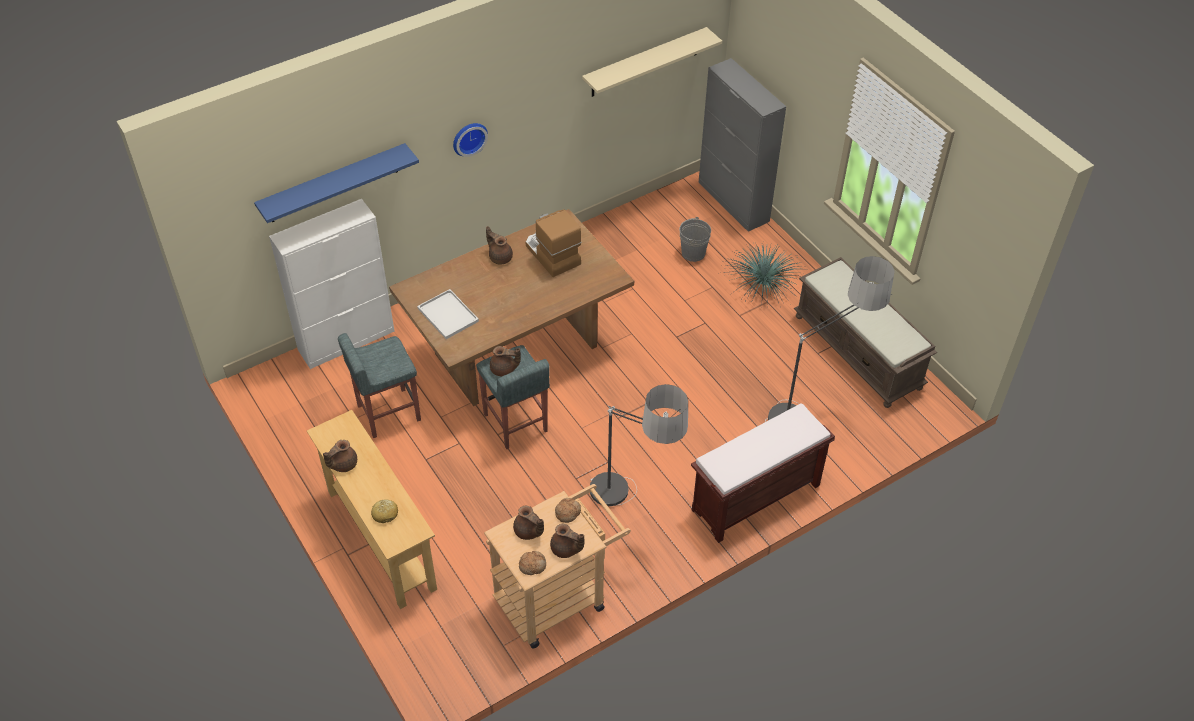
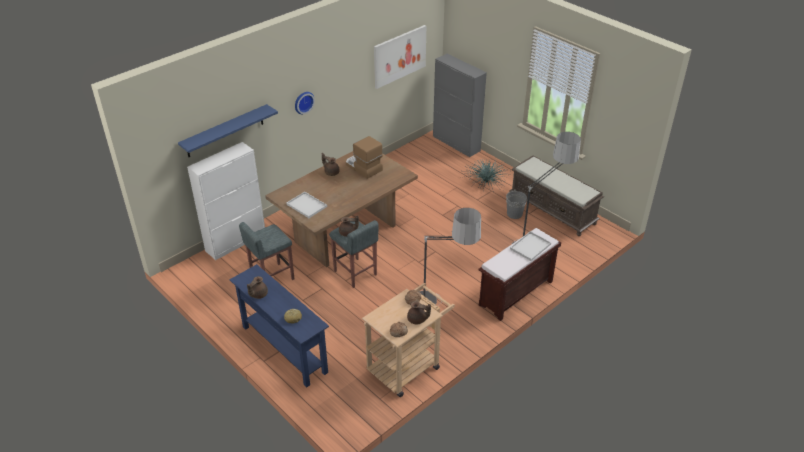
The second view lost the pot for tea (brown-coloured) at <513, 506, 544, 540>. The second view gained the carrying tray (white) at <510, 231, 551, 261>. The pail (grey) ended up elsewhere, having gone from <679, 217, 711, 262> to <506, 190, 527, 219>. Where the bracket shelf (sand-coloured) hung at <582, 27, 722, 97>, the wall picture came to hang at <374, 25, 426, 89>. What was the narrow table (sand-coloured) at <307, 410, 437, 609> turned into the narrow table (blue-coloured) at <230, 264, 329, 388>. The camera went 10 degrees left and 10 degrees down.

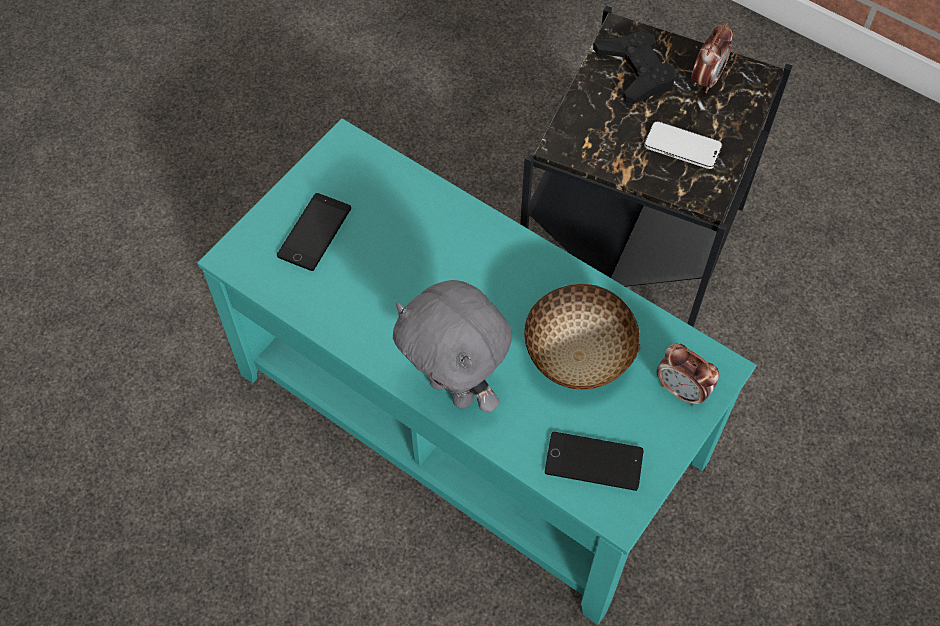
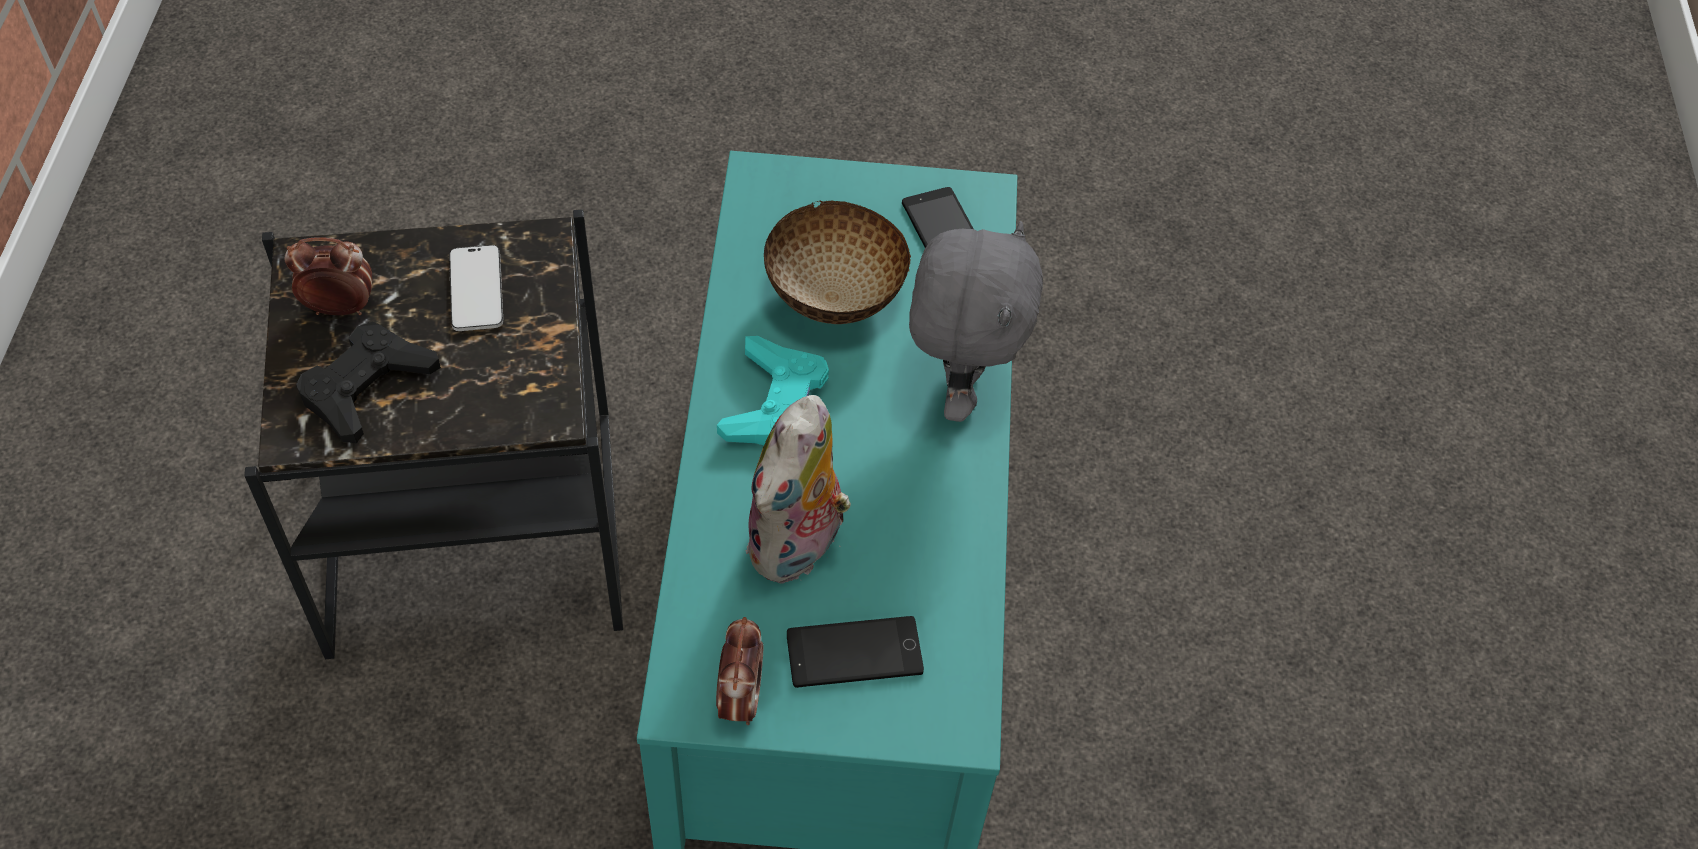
The second view gained the game controller (blue-green) at <717, 336, 829, 445>. The second view gained the cuddly toy at <745, 395, 858, 583>. The bedside clock ended up elsewhere, having gone from <657, 343, 719, 406> to <716, 617, 763, 725>. The camera went 125 degrees left and 5 degrees down.

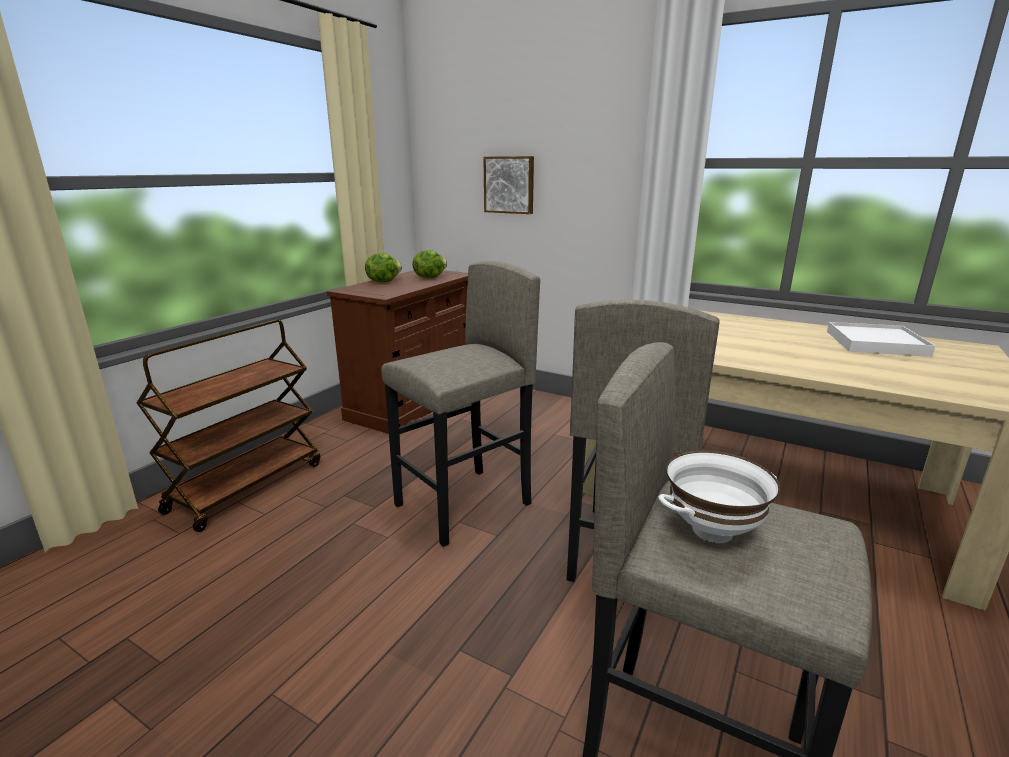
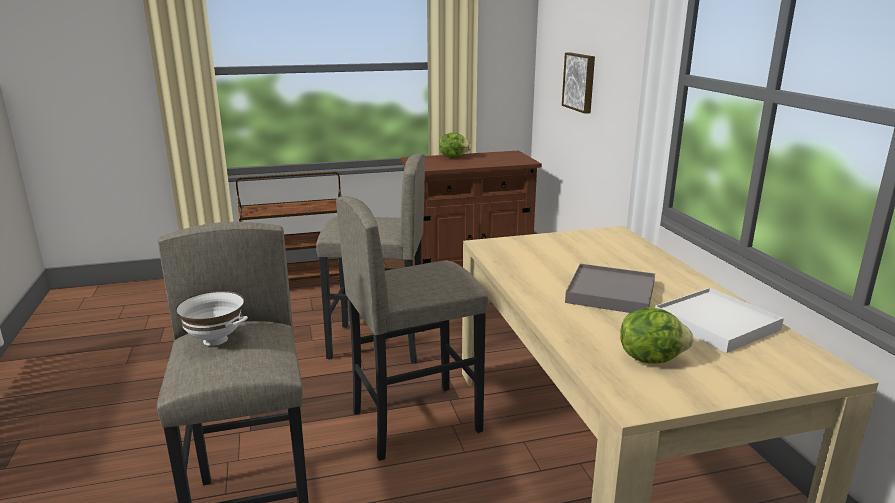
The second view gained the carrying tray (grey) at <565, 264, 655, 313>. The head of lettuce ended up elsewhere, having gone from <412, 250, 447, 278> to <620, 307, 694, 364>. The camera went 45 degrees right and 0 degrees up.

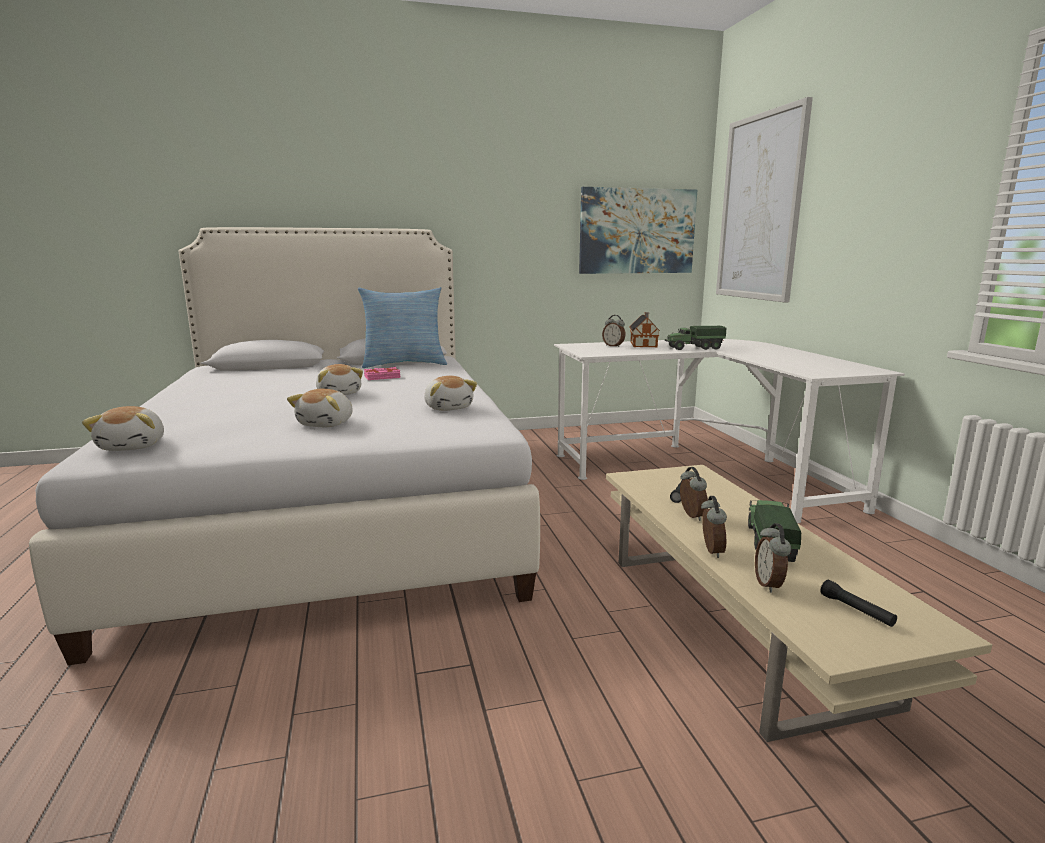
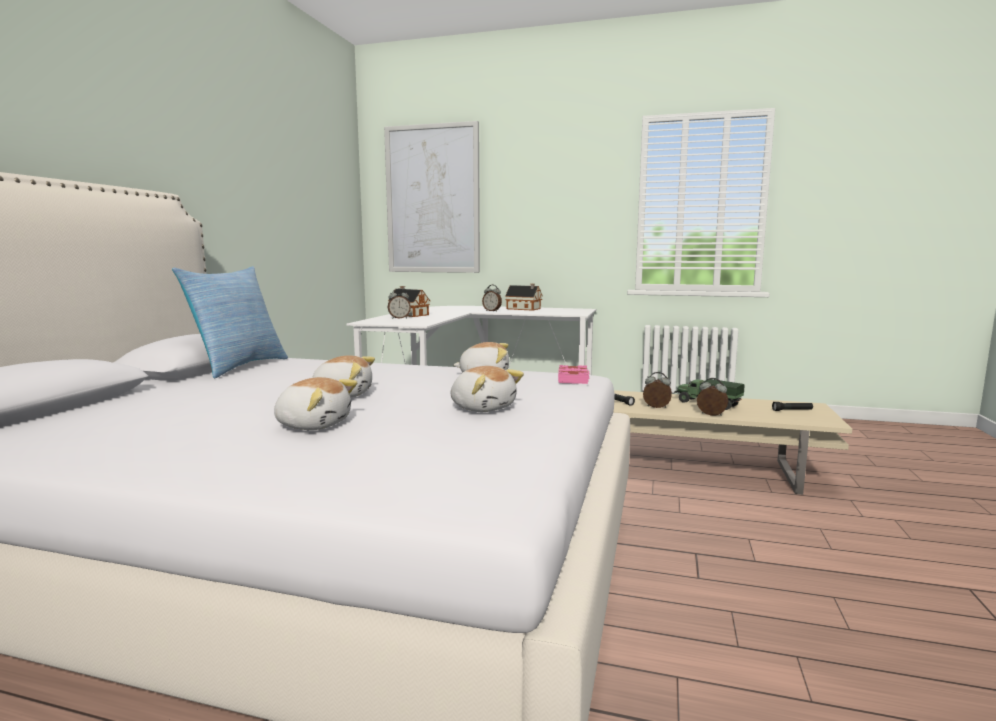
The second view lost the wall picture at <579, 187, 697, 274>. The second view lost the toy truck at <665, 326, 726, 350>. The second view gained the model house at <505, 284, 543, 311>. The cuddly toy ended up elsewhere, having gone from <82, 406, 164, 451> to <274, 377, 357, 430>. The book (pink) ended up elsewhere, having gone from <364, 367, 401, 380> to <558, 365, 590, 384>. The bedside clock ended up elsewhere, having gone from <755, 523, 791, 593> to <482, 285, 502, 312>. The camera went 60 degrees left and 5 degrees down.

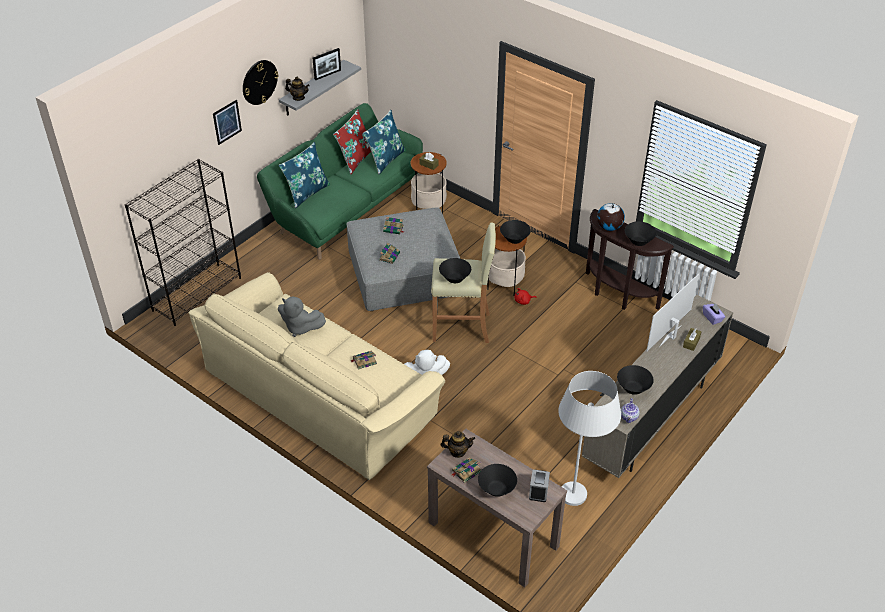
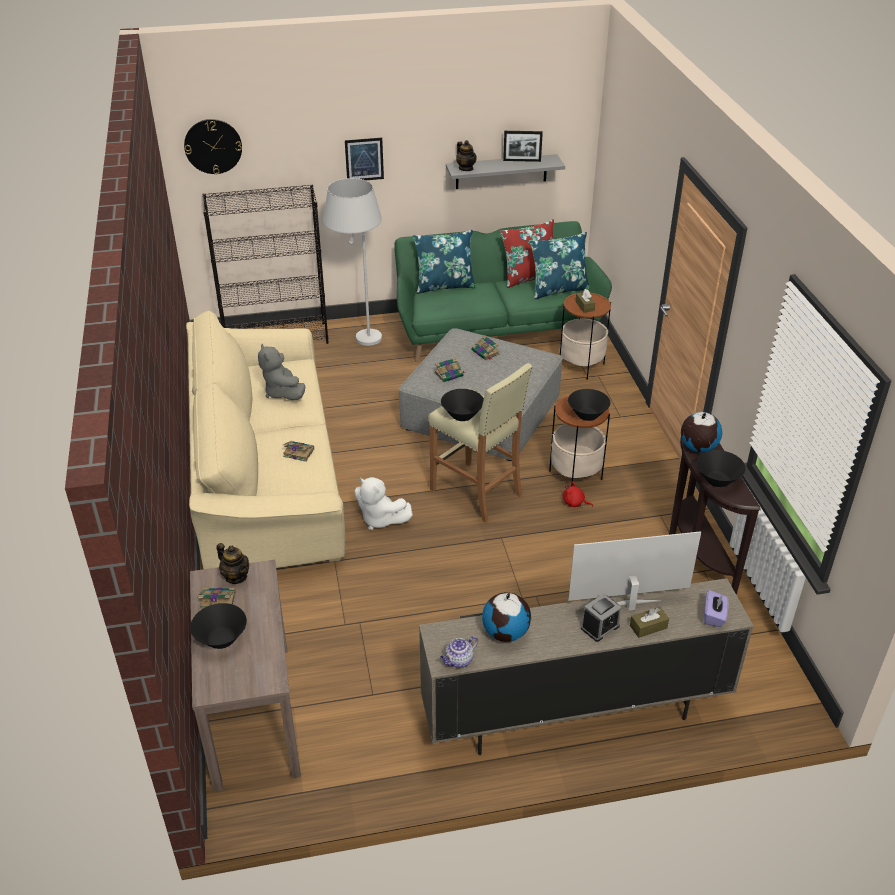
The wall clock ended up elsewhere, having gone from <243, 60, 279, 105> to <184, 119, 242, 174>. The bedside clock ended up elsewhere, having gone from <529, 469, 550, 502> to <581, 594, 621, 642>. The standard lamp (white) ended up elsewhere, having gone from <559, 371, 621, 506> to <323, 178, 382, 346>. Where the serving bowl (blackish) stood at <617, 365, 654, 395>, the desk globe came to stand at <482, 592, 531, 642>. The camera went 40 degrees right and 5 degrees down.

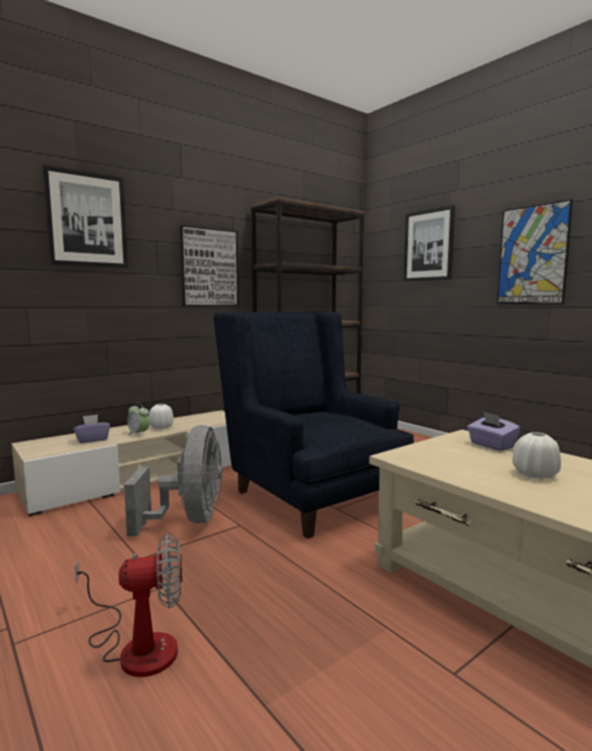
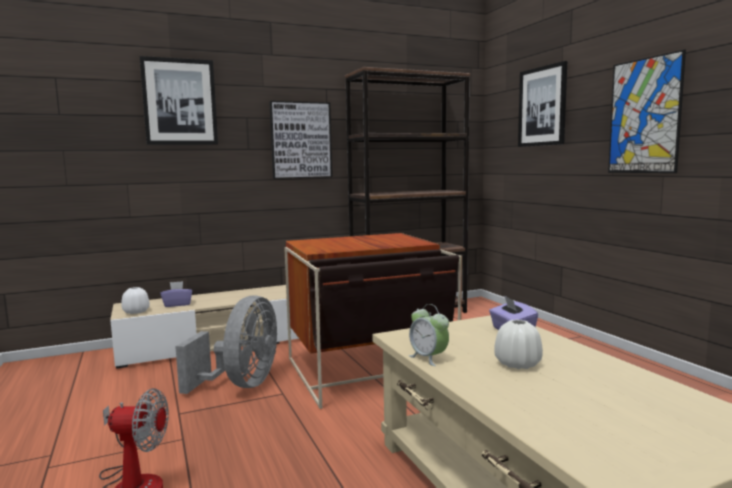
The bedside clock ended up elsewhere, having gone from <127, 403, 150, 438> to <409, 304, 449, 366>. The flower vase (white) ended up elsewhere, having gone from <149, 404, 174, 429> to <121, 287, 150, 314>. Where the lounge chair (blue-coloured) stood at <214, 311, 414, 538>, the end table came to stand at <284, 233, 462, 409>. The camera went 15 degrees right and 0 degrees up.

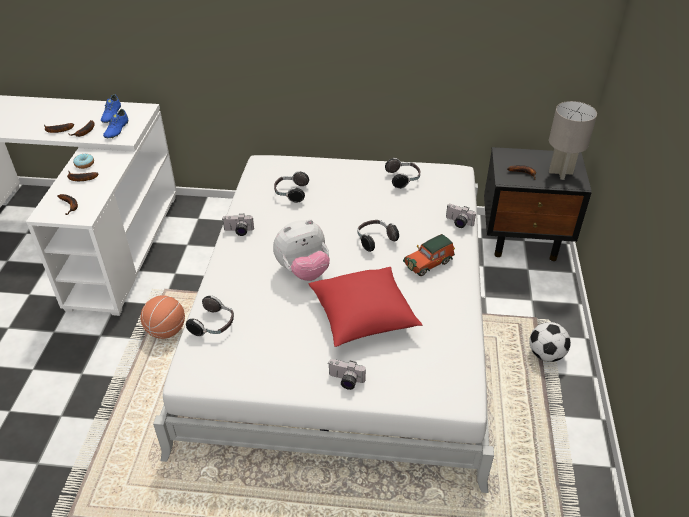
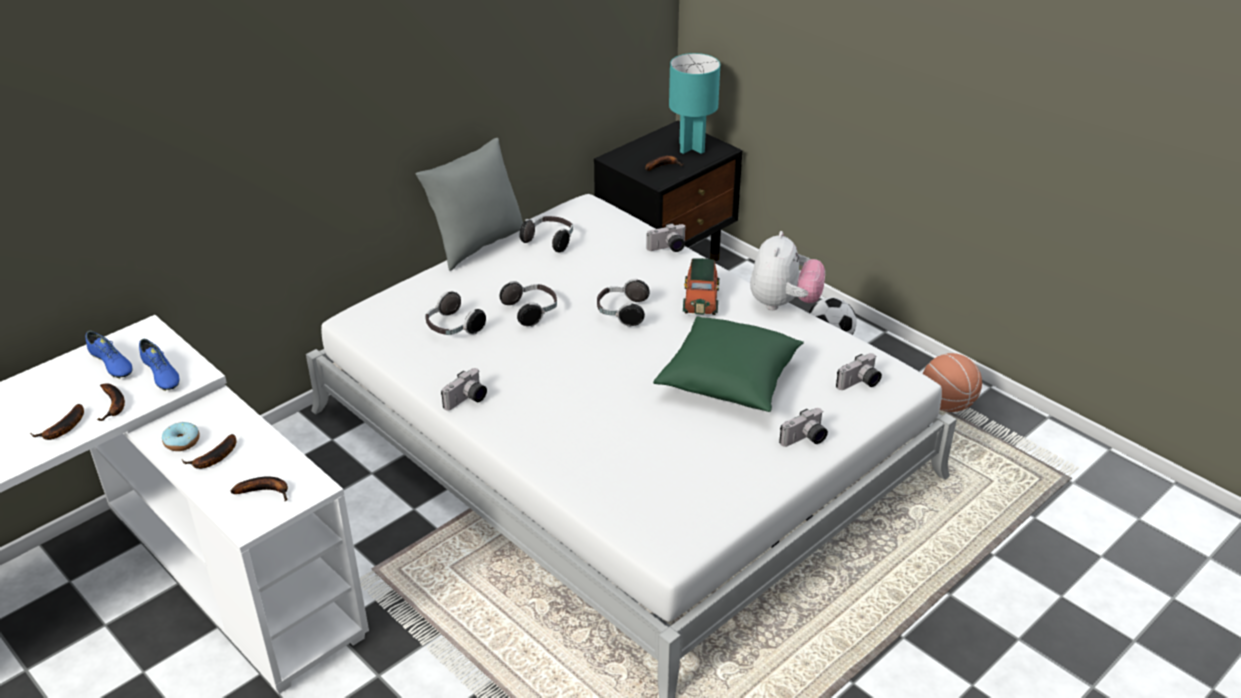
The second view gained the throw pillow (grey) at <416, 138, 523, 271>. The second view gained the still camera at <836, 353, 882, 390>. The basketball ended up elsewhere, having gone from <140, 295, 185, 339> to <923, 353, 982, 412>. The pair of headphones ended up elsewhere, having gone from <186, 296, 234, 337> to <500, 281, 557, 327>. The cuddly toy ended up elsewhere, having gone from <273, 219, 330, 281> to <750, 231, 825, 310>. What was the throw pillow (reddish) at <308, 267, 422, 347> turned into the throw pillow (green) at <653, 316, 804, 412>. What was the table lamp (grey) at <549, 101, 597, 180> turned into the table lamp (blue-green) at <669, 53, 720, 154>. The camera went 50 degrees left and 5 degrees down.

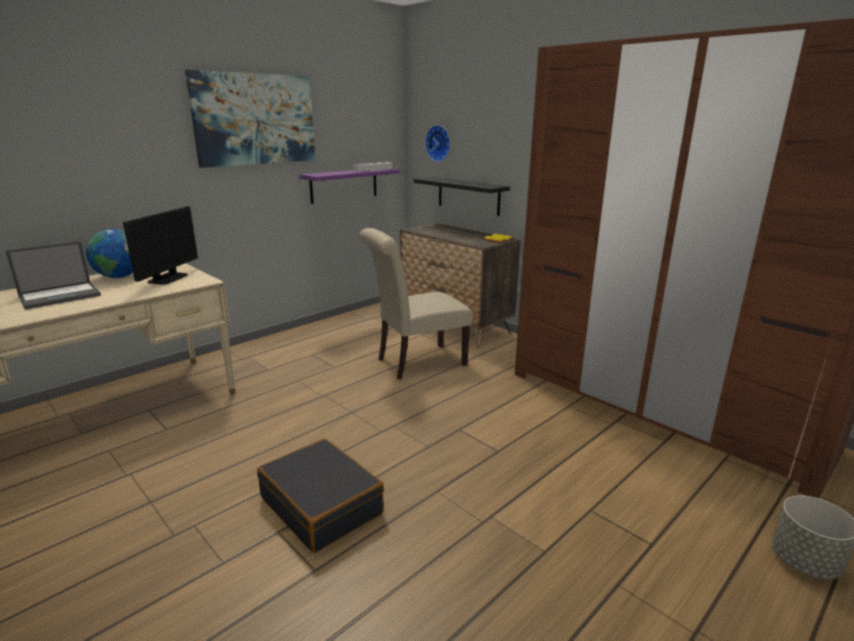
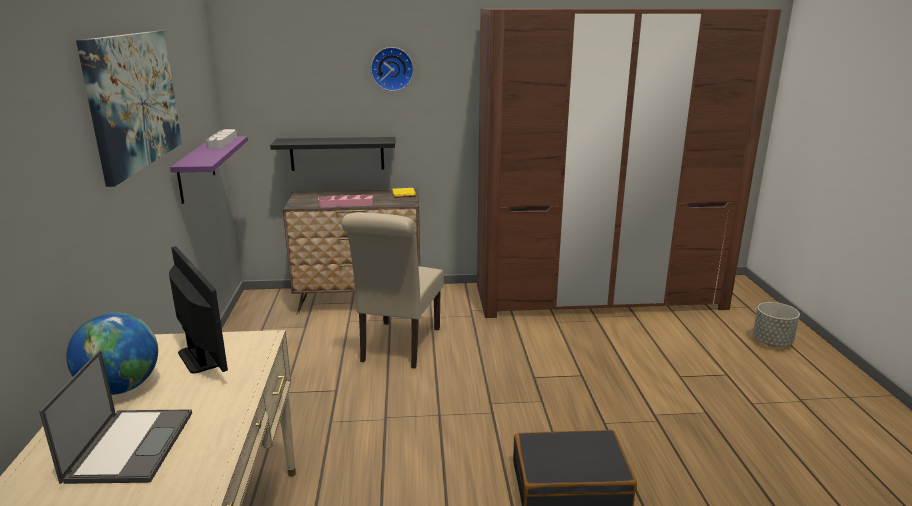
The second view gained the carrying tray (pink) at <318, 195, 373, 207>. The wall clock ended up elsewhere, having gone from <425, 125, 450, 162> to <371, 47, 414, 91>. The camera went 50 degrees left and 0 degrees up.

